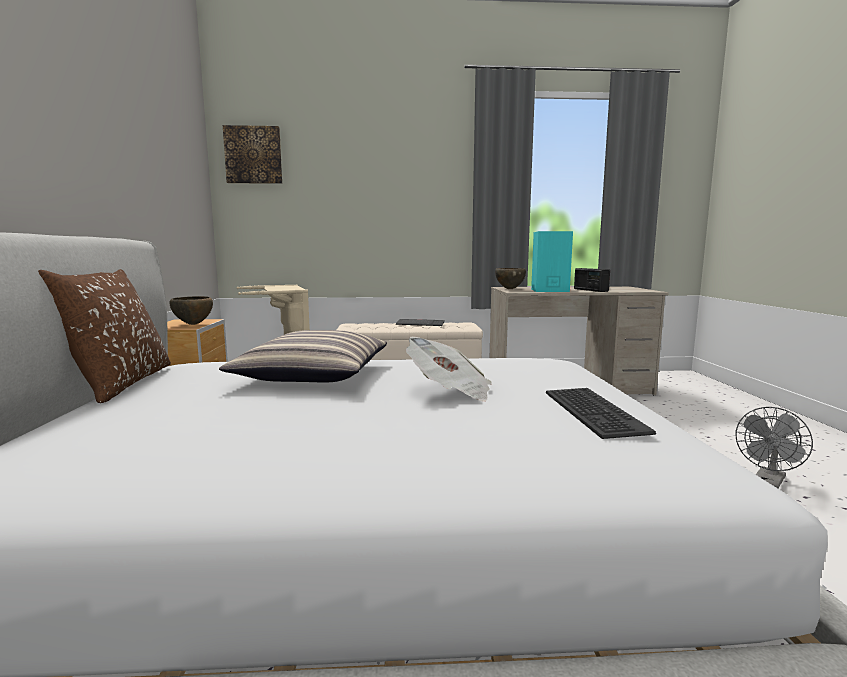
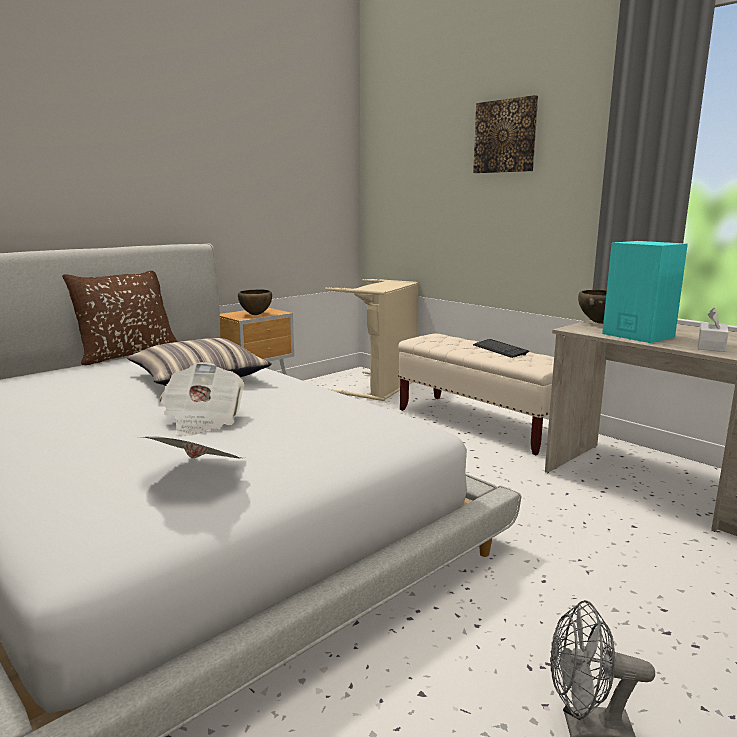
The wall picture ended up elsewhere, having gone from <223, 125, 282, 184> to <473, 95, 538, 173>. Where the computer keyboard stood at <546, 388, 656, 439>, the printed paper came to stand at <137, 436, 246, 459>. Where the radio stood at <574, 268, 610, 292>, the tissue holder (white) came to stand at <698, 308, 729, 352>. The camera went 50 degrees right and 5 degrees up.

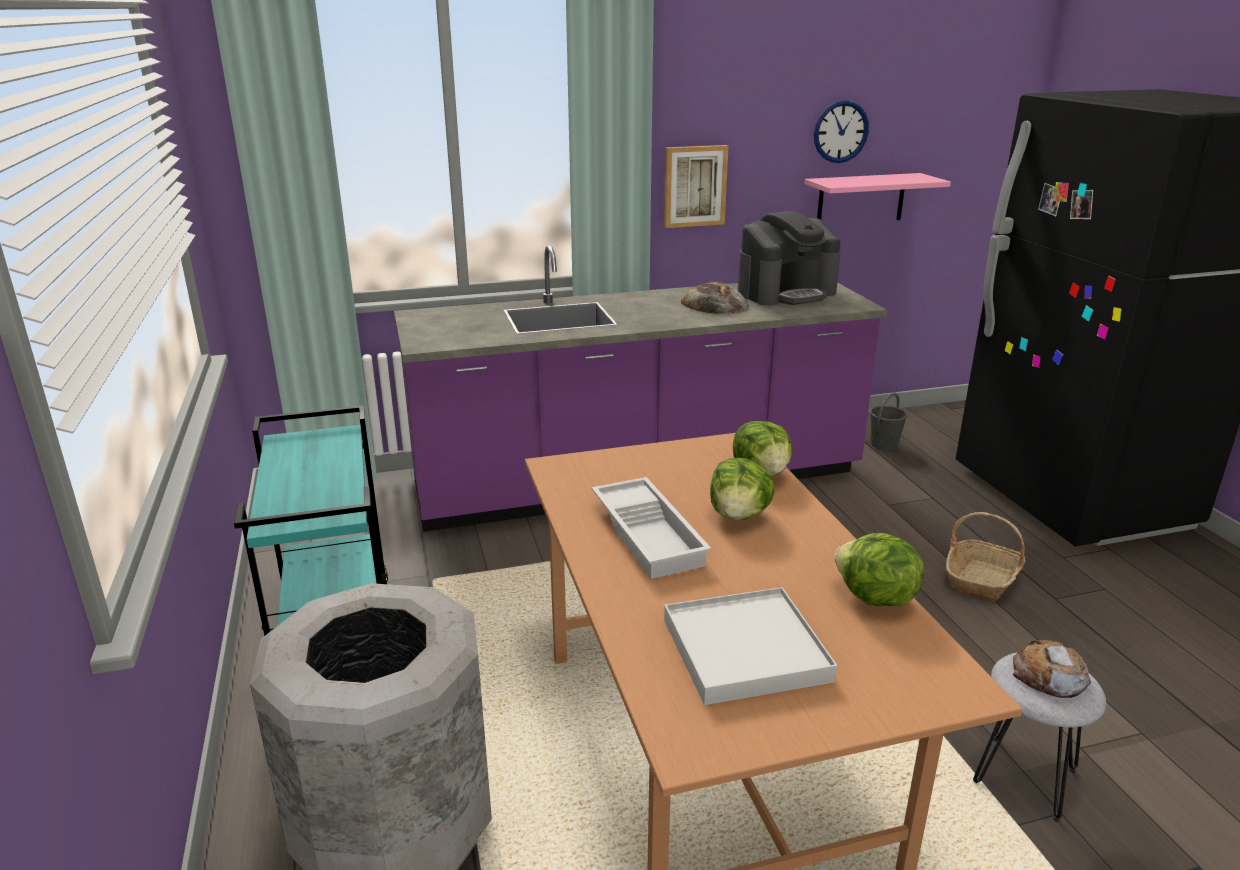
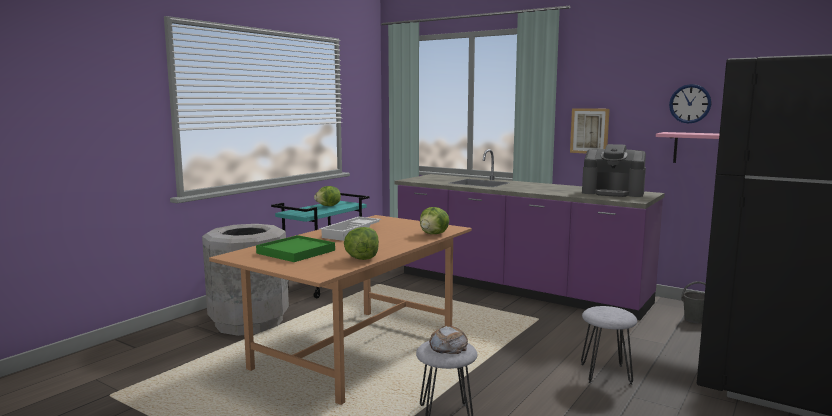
The second view lost the baked bread at <680, 282, 749, 314>. The head of lettuce ended up elsewhere, having gone from <710, 458, 775, 520> to <314, 186, 341, 206>. Where the household basket stood at <946, 512, 1025, 602>, the stool (grey) came to stand at <581, 306, 637, 385>. What was the carrying tray (white) at <664, 587, 837, 705> turned into the carrying tray (green) at <256, 235, 335, 262>. The camera went 50 degrees right and 15 degrees down.

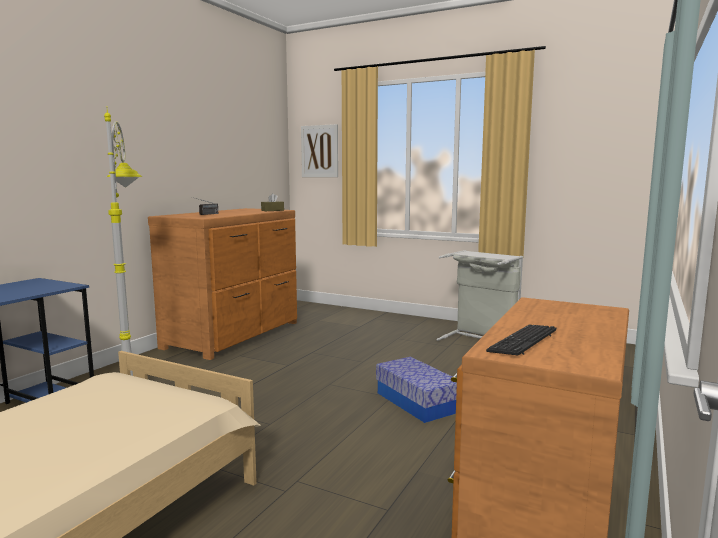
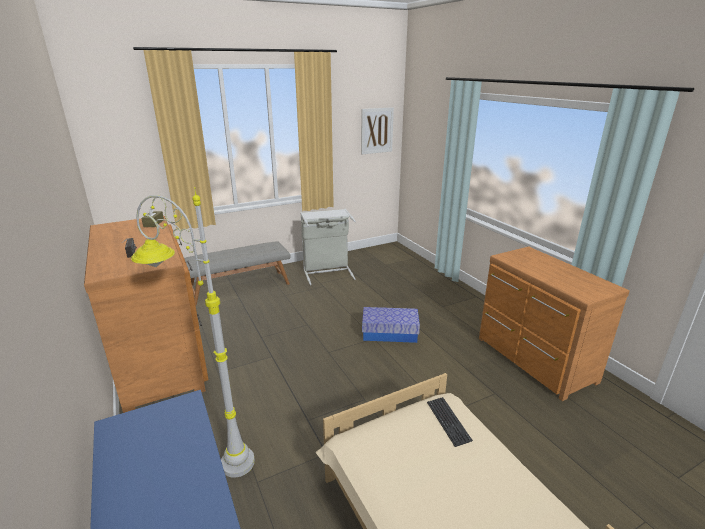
The second view gained the bench (grey) at <184, 241, 290, 306>. The wall picture ended up elsewhere, having gone from <301, 124, 338, 177> to <361, 107, 394, 154>. The computer keyboard ended up elsewhere, having gone from <486, 325, 557, 355> to <427, 397, 473, 447>. The camera went 55 degrees left and 15 degrees up.

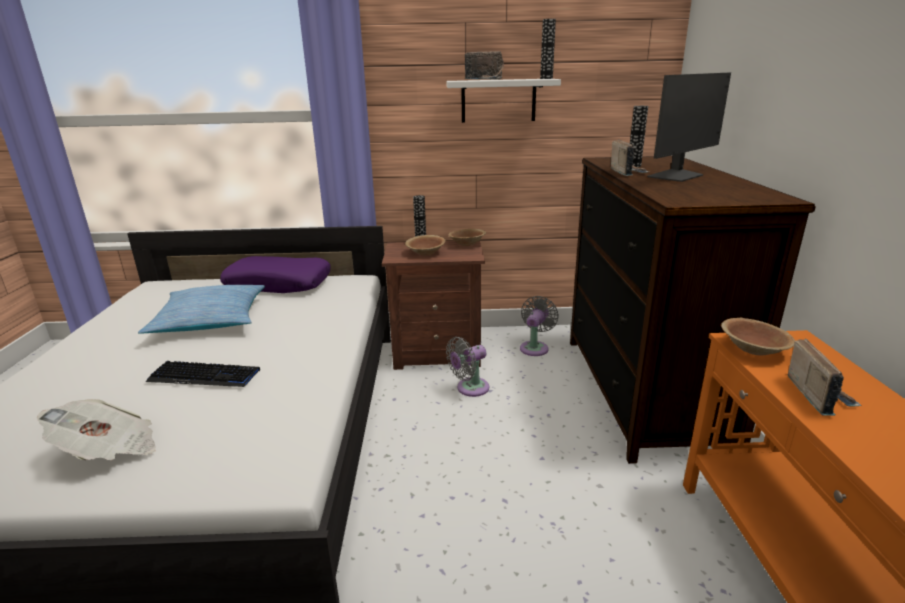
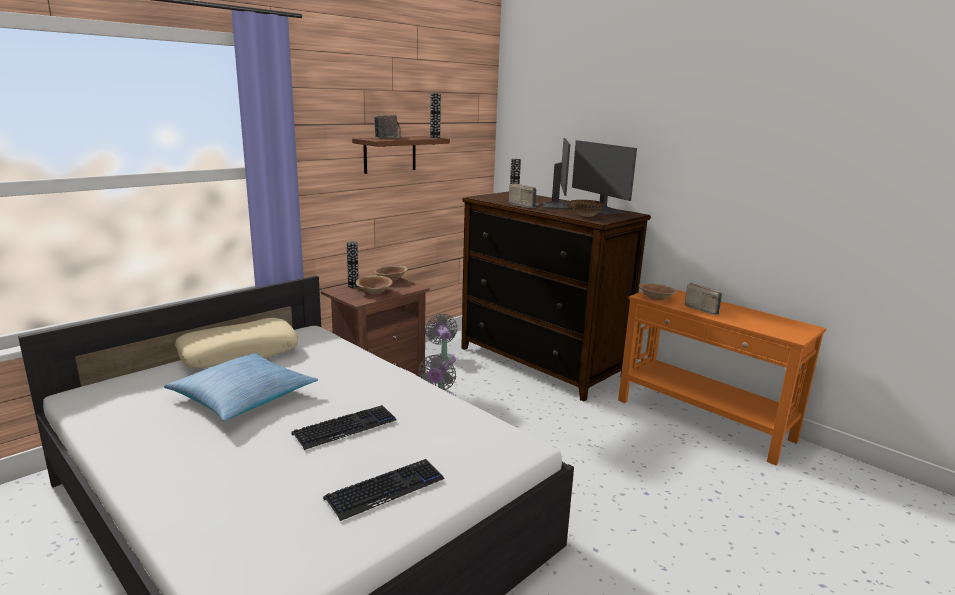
The second view gained the serving bowl at <571, 200, 604, 217>. The second view gained the monitor at <572, 140, 637, 215>. Where the printed paper stood at <37, 399, 156, 460>, the computer keyboard came to stand at <323, 459, 445, 521>. What was the throw pillow (purplish) at <220, 256, 331, 293> turned into the throw pillow (sand-coloured) at <175, 318, 298, 368>. What was the bracket shelf (white) at <446, 79, 561, 123> turned into the bracket shelf (brown-coloured) at <352, 136, 450, 174>. The camera went 45 degrees left and 5 degrees down.

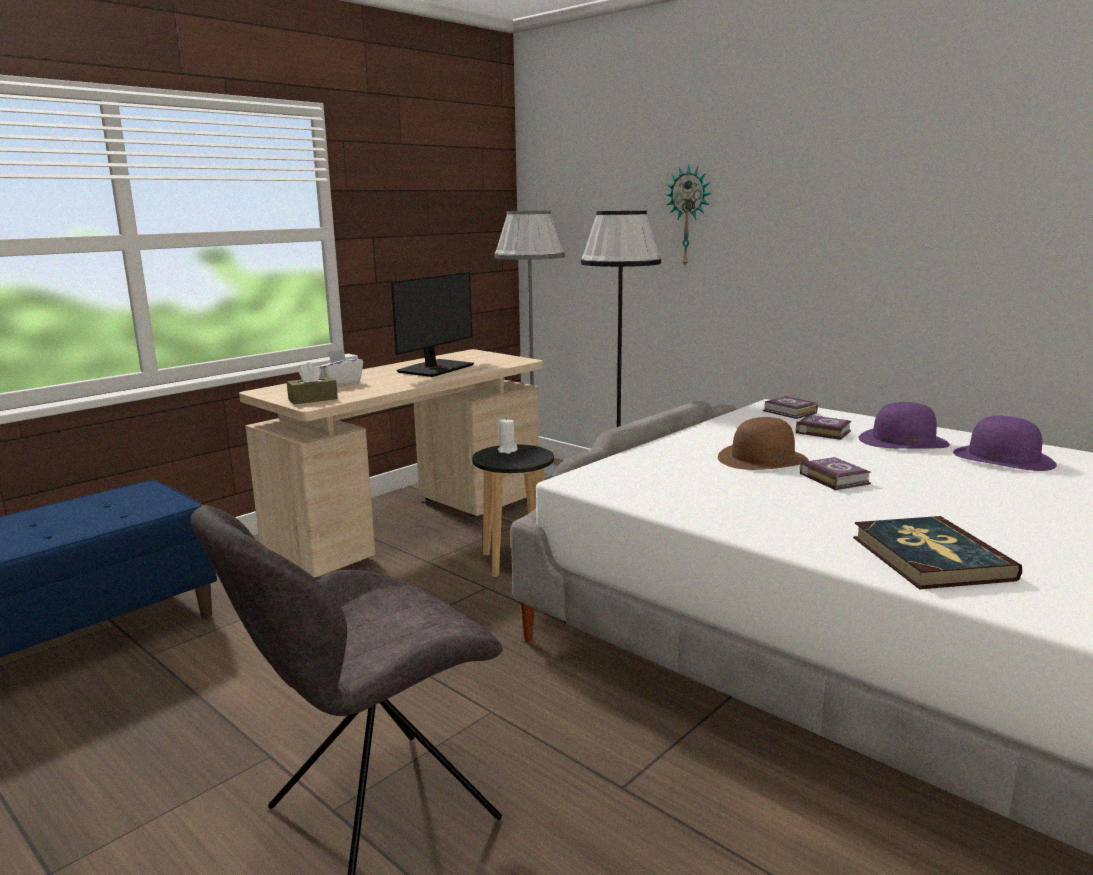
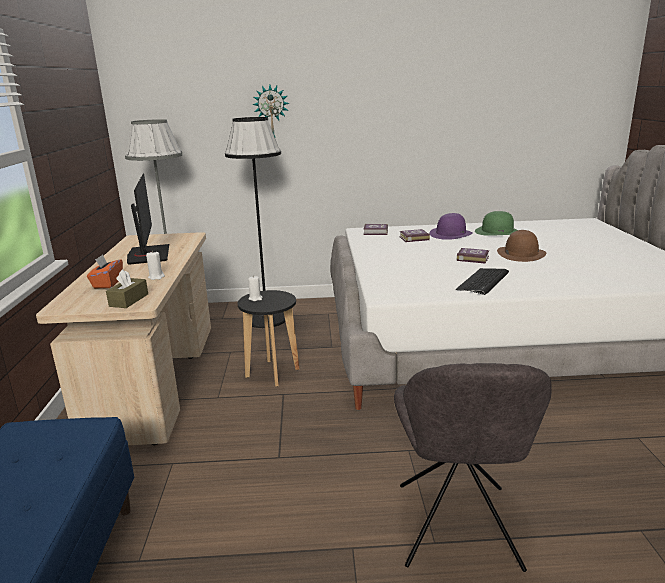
The second view lost the book at <853, 516, 1022, 589>. The second view gained the wax light (white) at <146, 251, 165, 280>. The second view gained the computer keyboard at <456, 268, 509, 295>. The wearable hat (brown-coloured) ended up elsewhere, having gone from <718, 417, 809, 470> to <497, 230, 547, 262>. What was the tissue holder (white) at <319, 349, 363, 386> turned into the tissue holder (orange-coloured) at <87, 254, 123, 288>. What was the wearable hat (purplish) at <953, 416, 1057, 471> turned into the wearable hat (green) at <475, 211, 517, 236>. The camera went 45 degrees left and 5 degrees up.

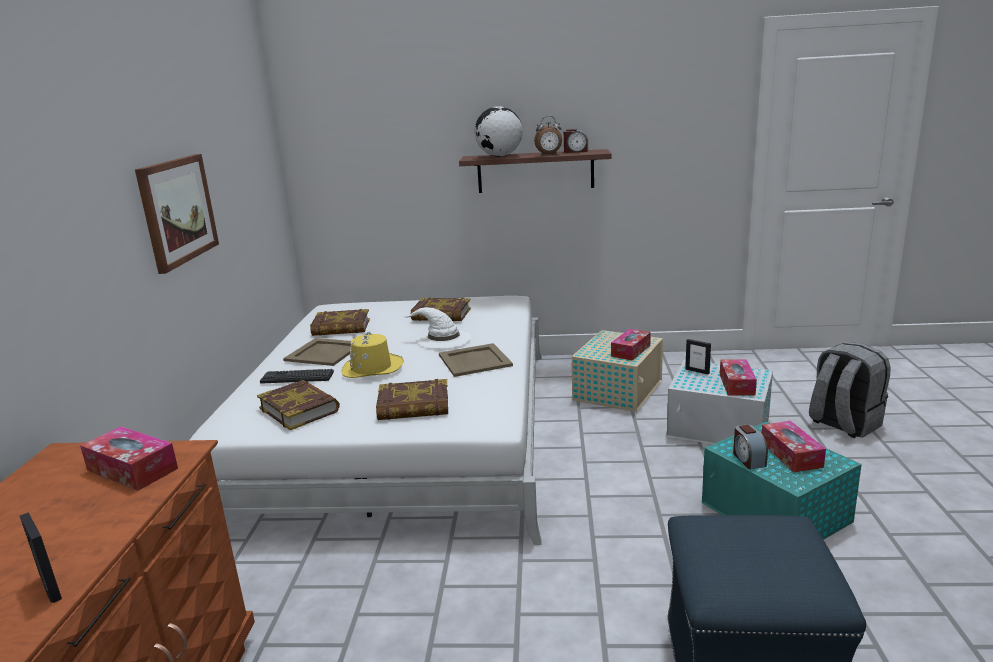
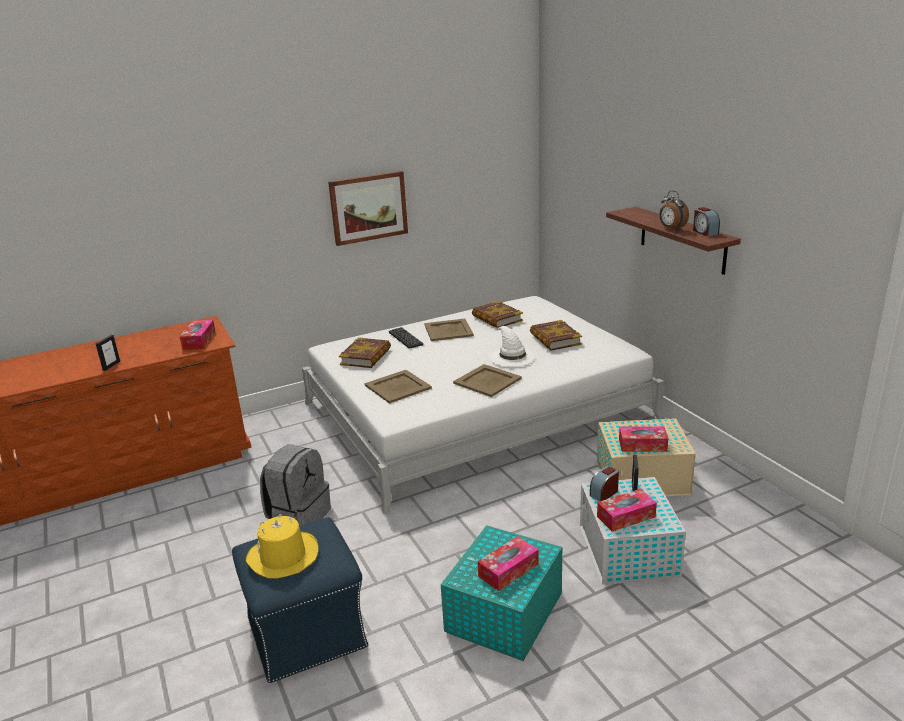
The second view lost the desk globe at <475, 106, 522, 157>. The wearable hat (yellow-coloured) ended up elsewhere, having gone from <342, 332, 404, 378> to <246, 514, 318, 579>. The bedside clock ended up elsewhere, having gone from <733, 424, 768, 469> to <590, 466, 619, 501>. The rucksack (grey) ended up elsewhere, having gone from <809, 342, 891, 438> to <260, 444, 331, 525>. Where the book stood at <376, 379, 448, 420>, the carrying tray (sand-coloured) came to stand at <365, 370, 432, 404>. The camera went 60 degrees right and 5 degrees up.

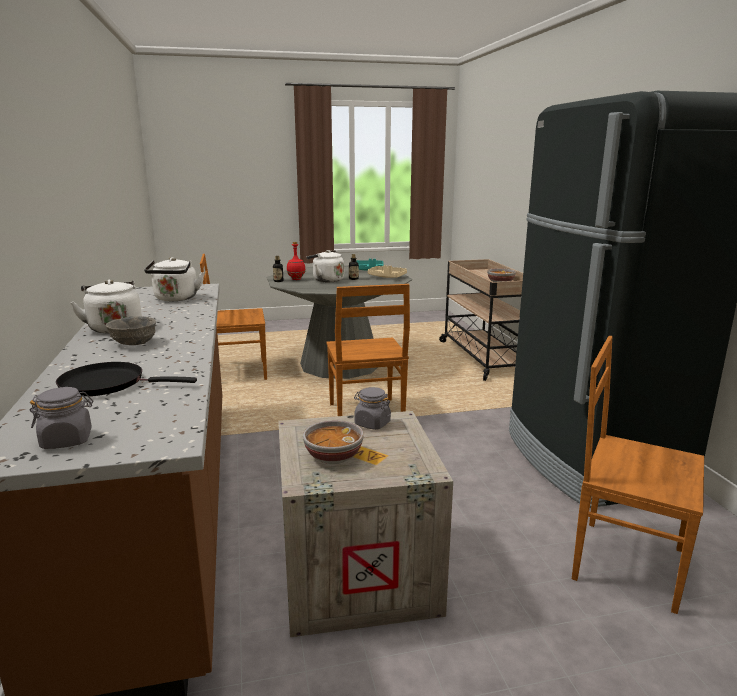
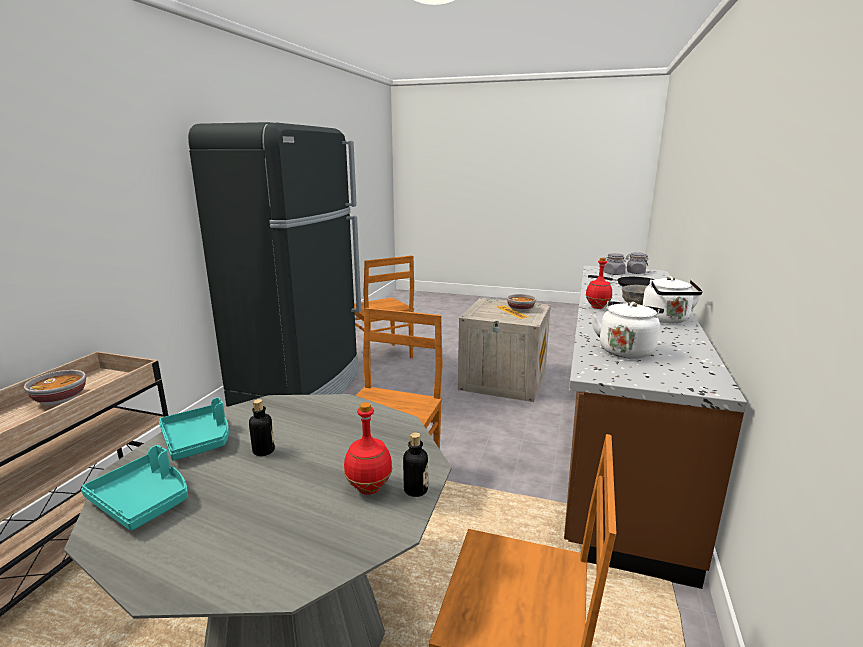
The second view lost the kettle (white) at <306, 250, 344, 282>. The second view gained the drink bottle (reddish) at <586, 257, 612, 309>. The preserve jar (grey) ended up elsewhere, having gone from <354, 387, 391, 430> to <604, 253, 626, 275>. What was the carrying tray (sand-coloured) at <368, 265, 407, 278> turned into the carrying tray (blue-green) at <159, 397, 229, 461>. The camera went 150 degrees left and 0 degrees up.

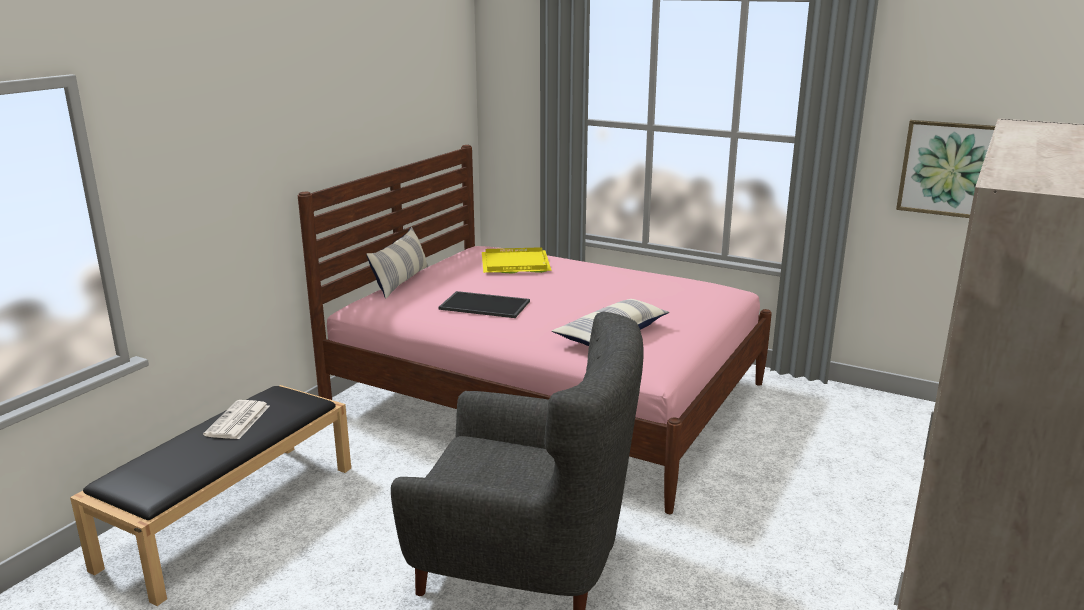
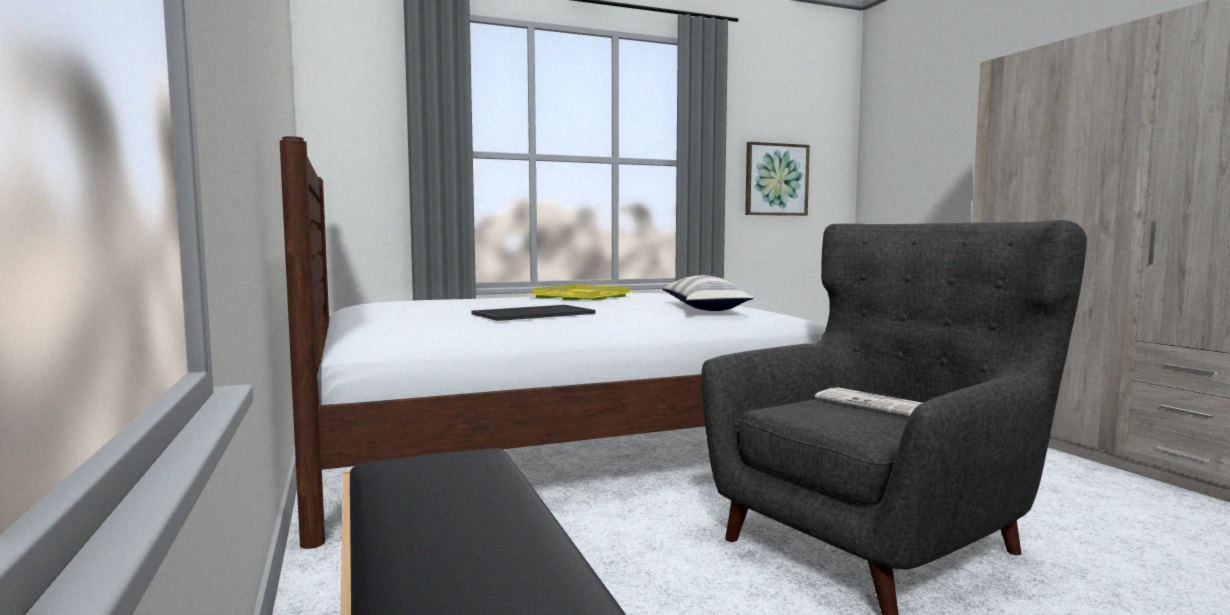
The second view lost the throw pillow at <366, 227, 428, 299>. The printed paper ended up elsewhere, having gone from <203, 400, 270, 439> to <815, 387, 922, 416>. The carrying tray (yellow-coloured) ended up elsewhere, having gone from <482, 247, 552, 274> to <530, 284, 635, 300>. What was the bedroom bed (pink) at <298, 145, 772, 514> turned into the bedroom bed (white) at <280, 136, 826, 549>. The camera went 50 degrees left and 15 degrees down.

